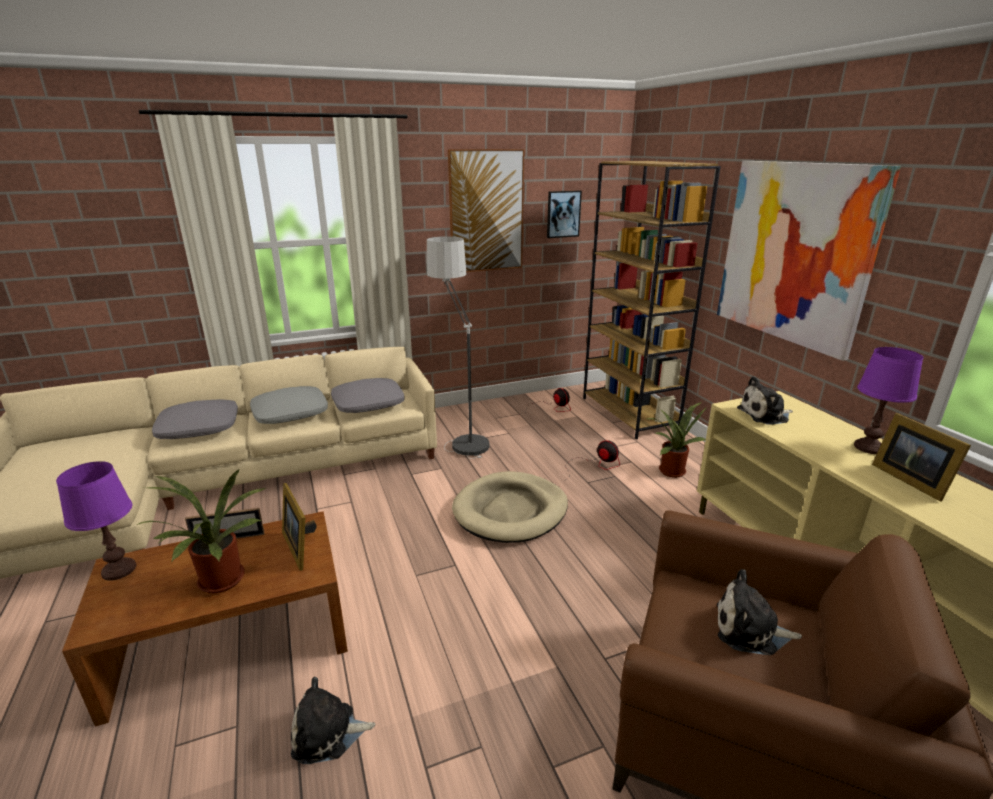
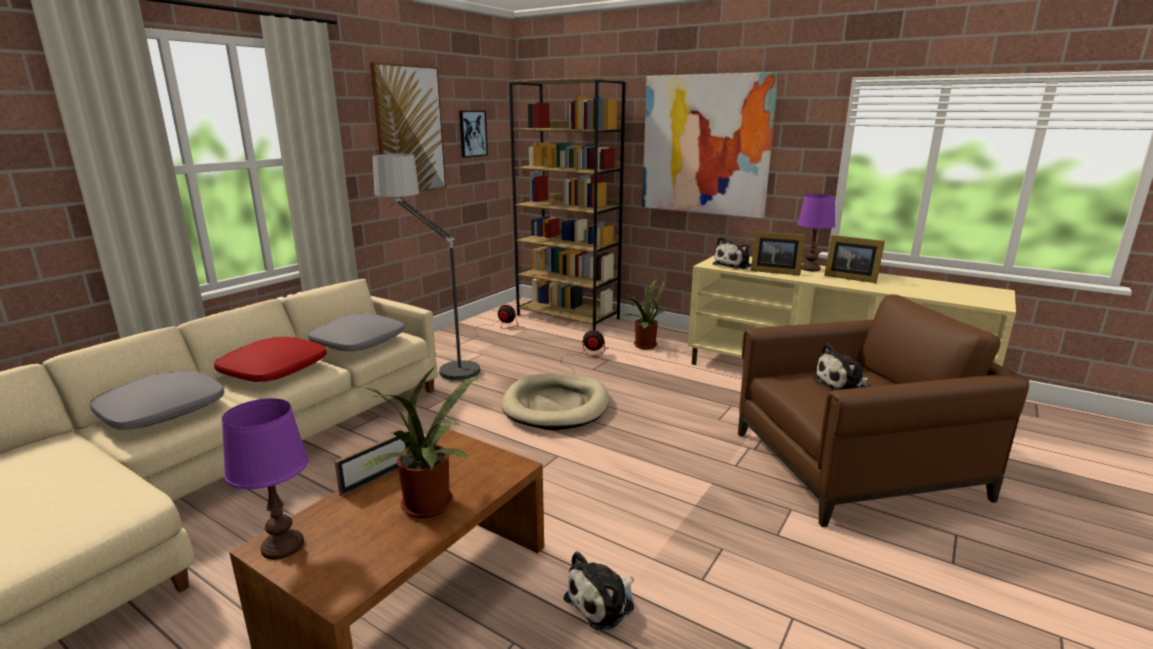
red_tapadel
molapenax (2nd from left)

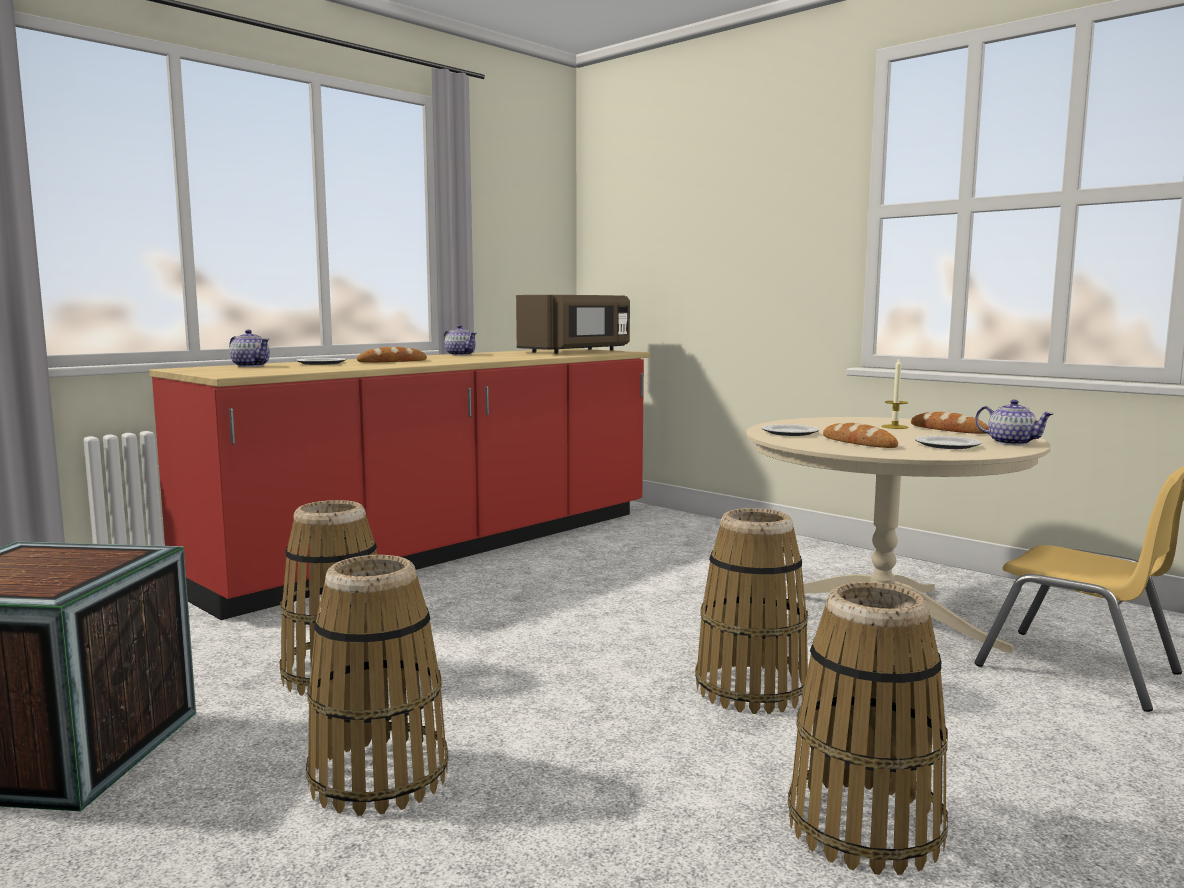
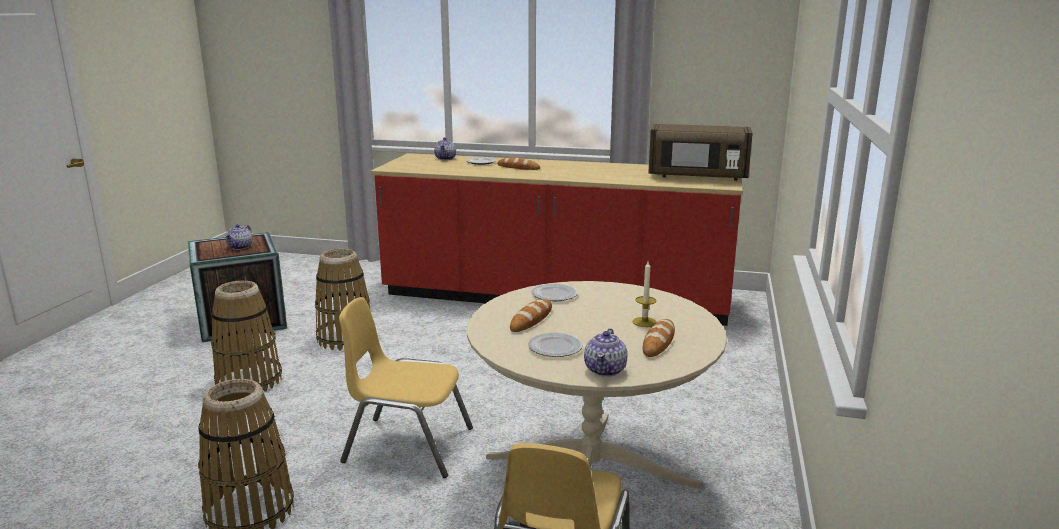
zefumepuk (1st from left)
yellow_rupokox (1st from left)

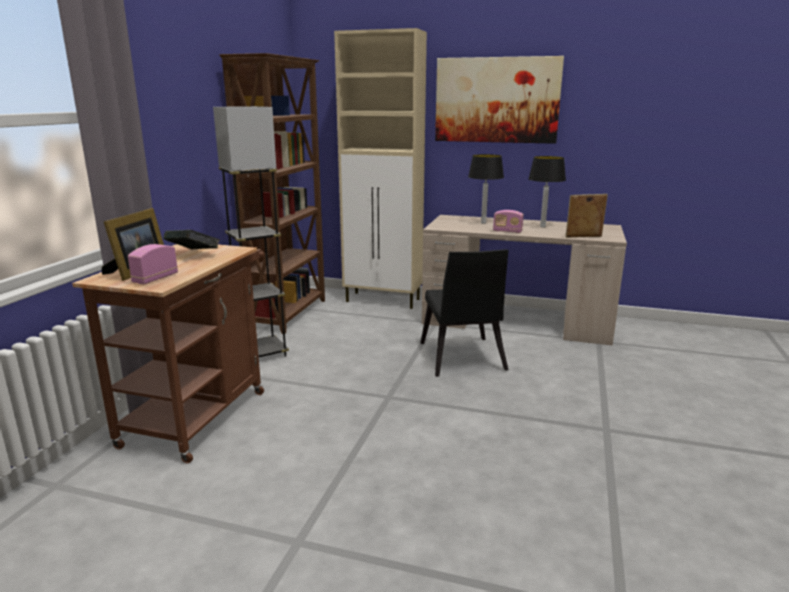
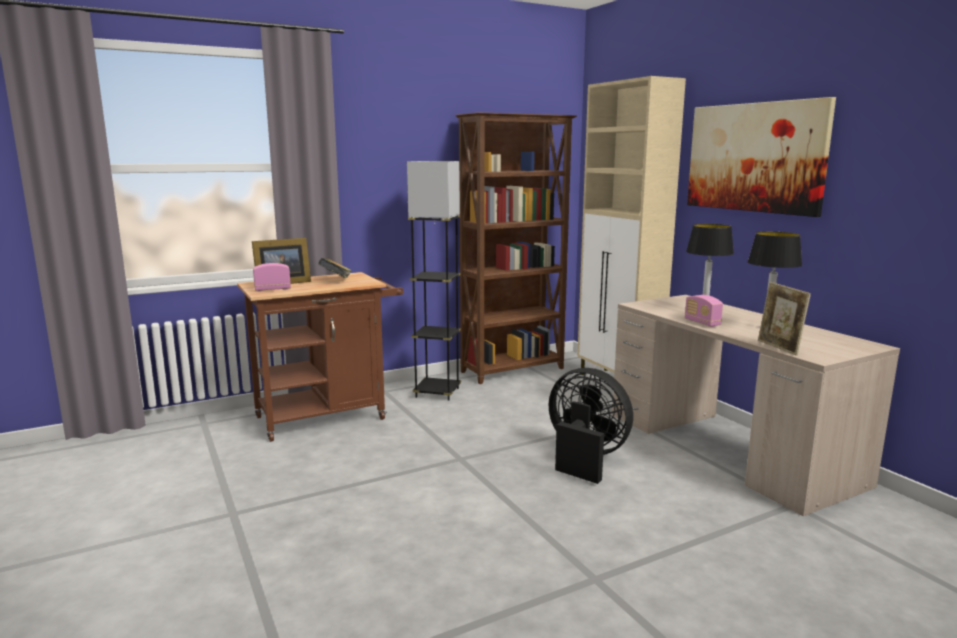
molapenax (2nd from left)
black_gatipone

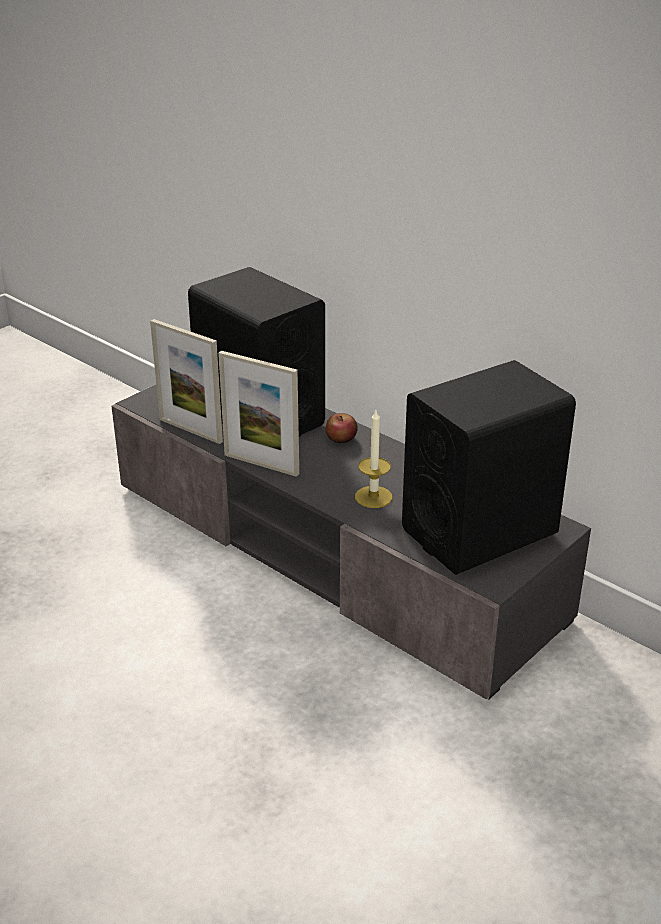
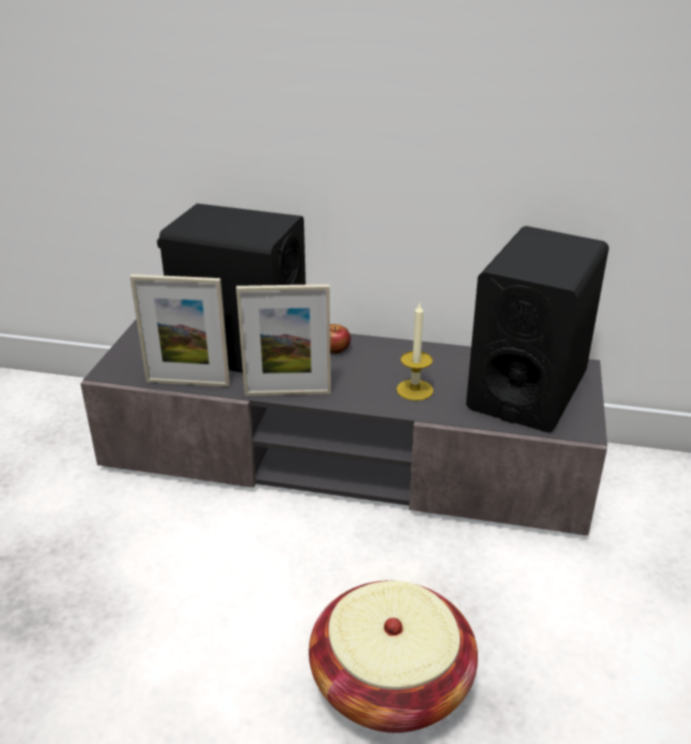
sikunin

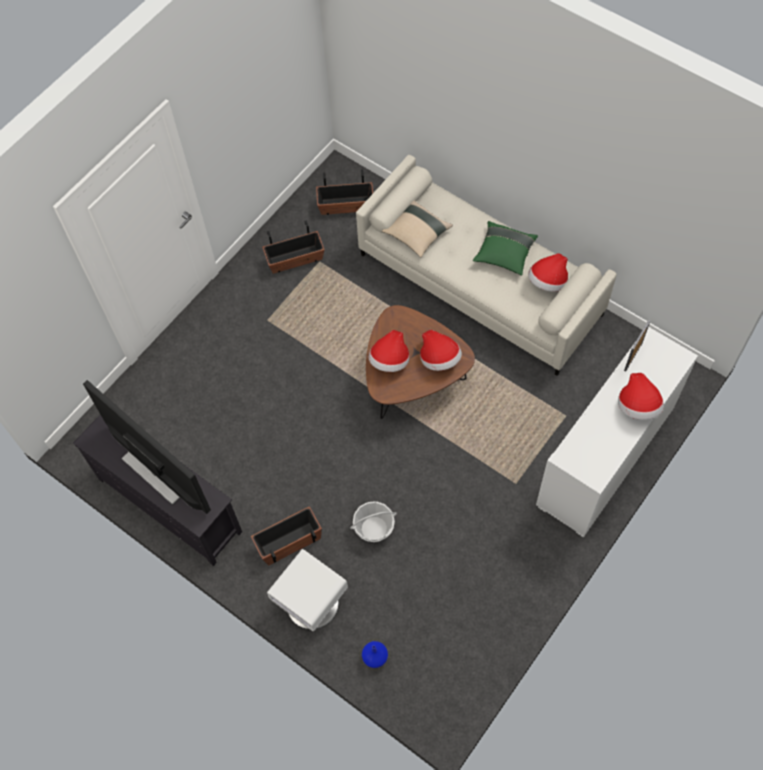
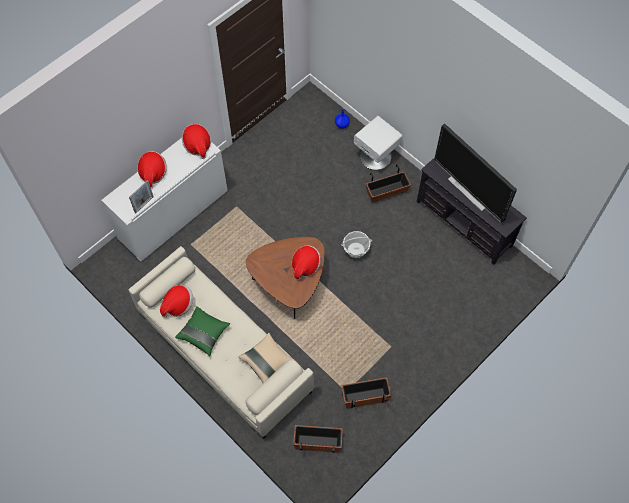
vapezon (3rd from left)
sikunin

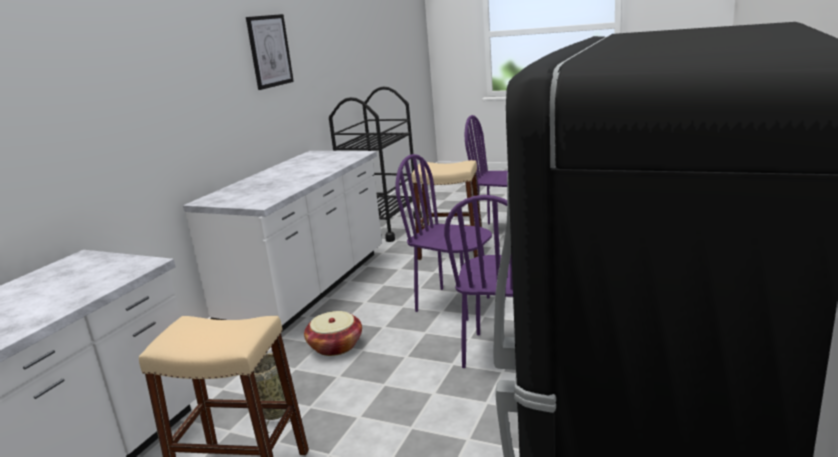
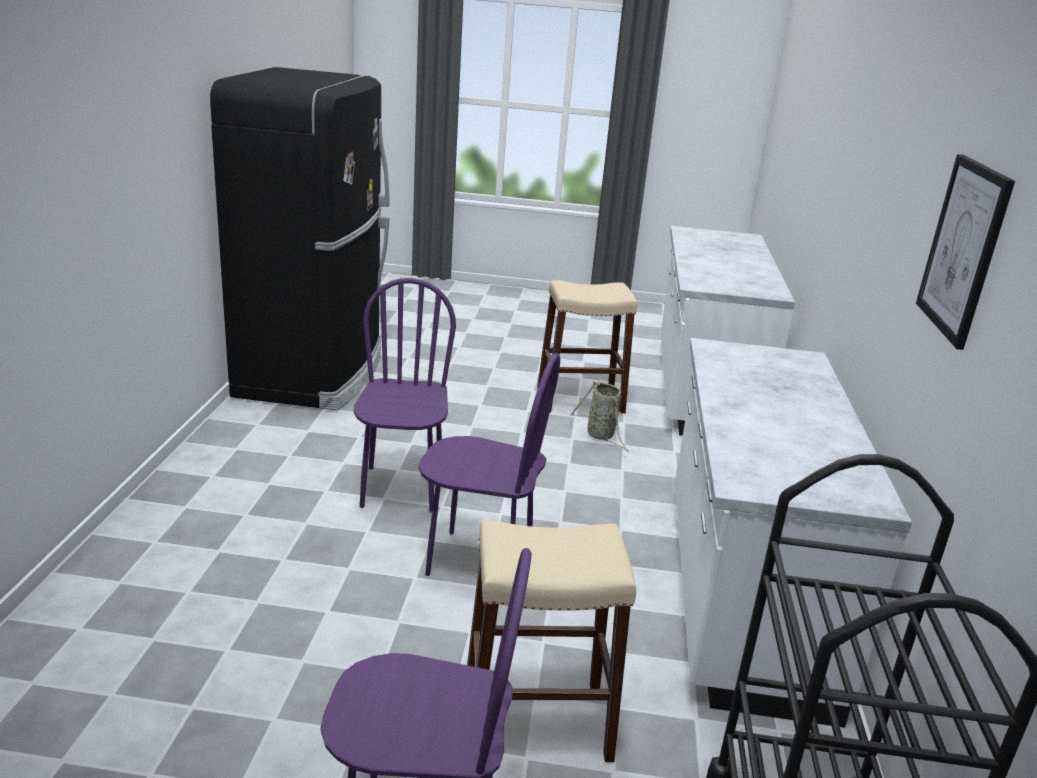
sikunin (2nd from left in the first image)

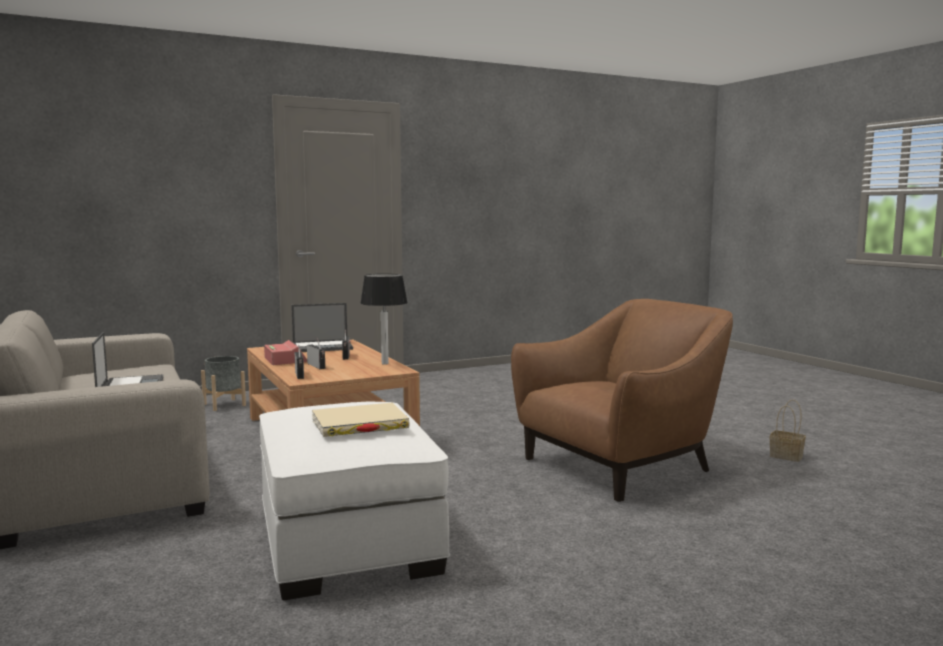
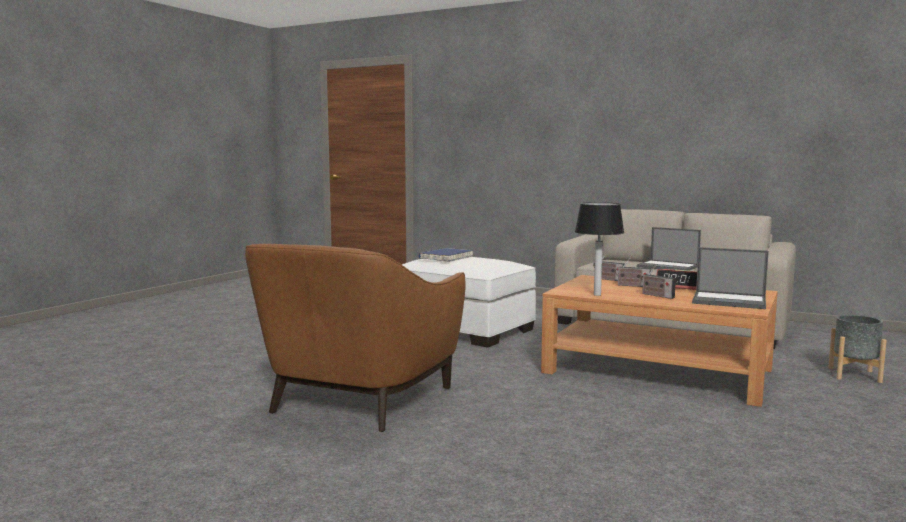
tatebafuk (2nd from left)
sikunin
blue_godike

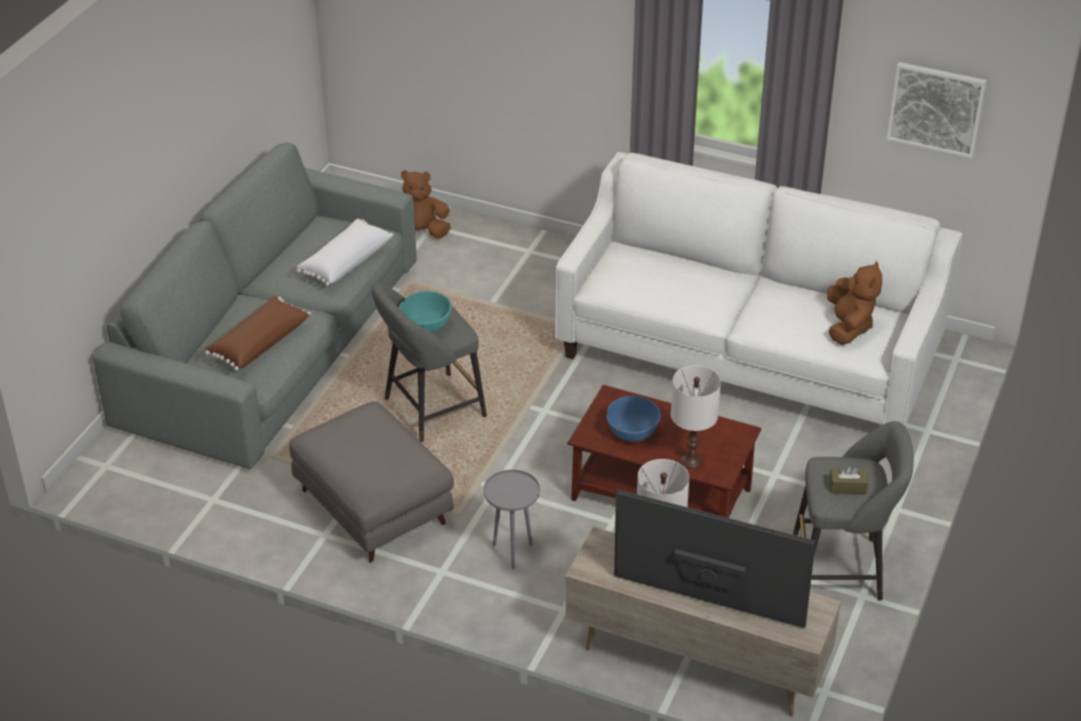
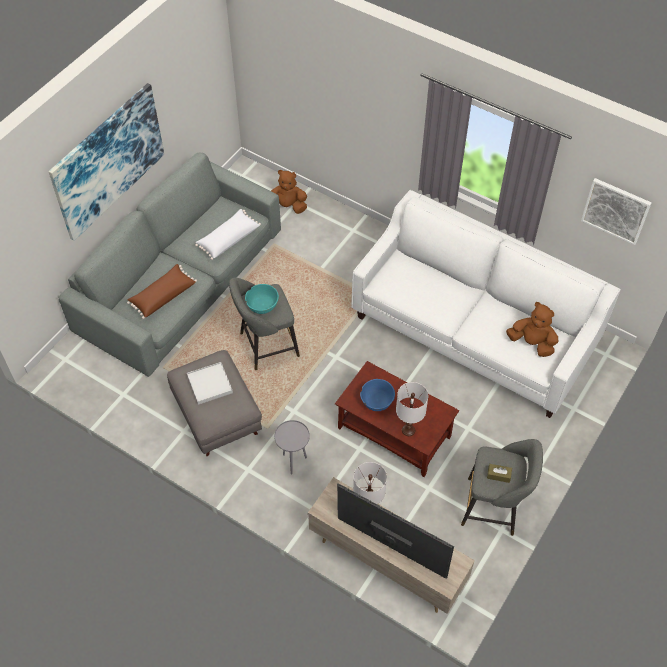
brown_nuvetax (2nd from left)
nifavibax (1st from left)
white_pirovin

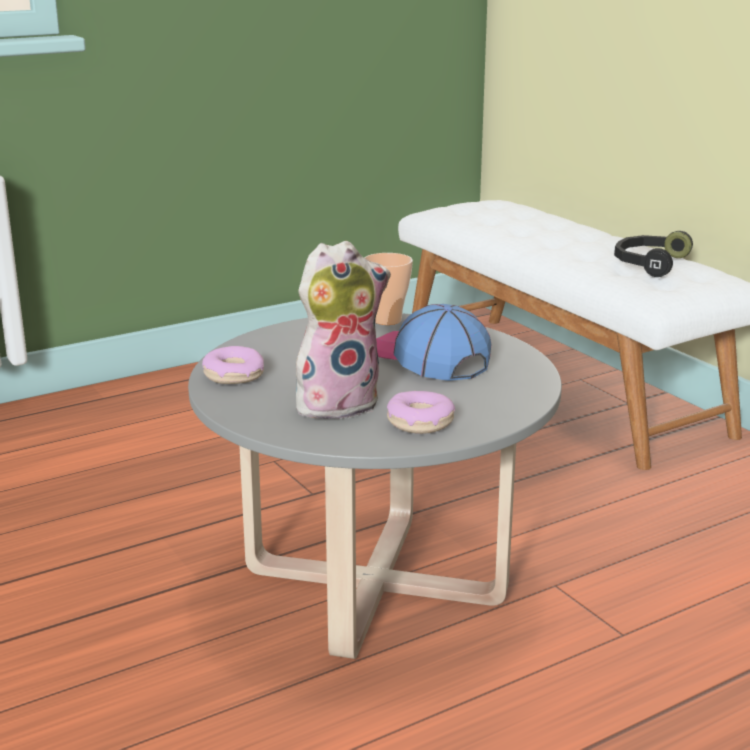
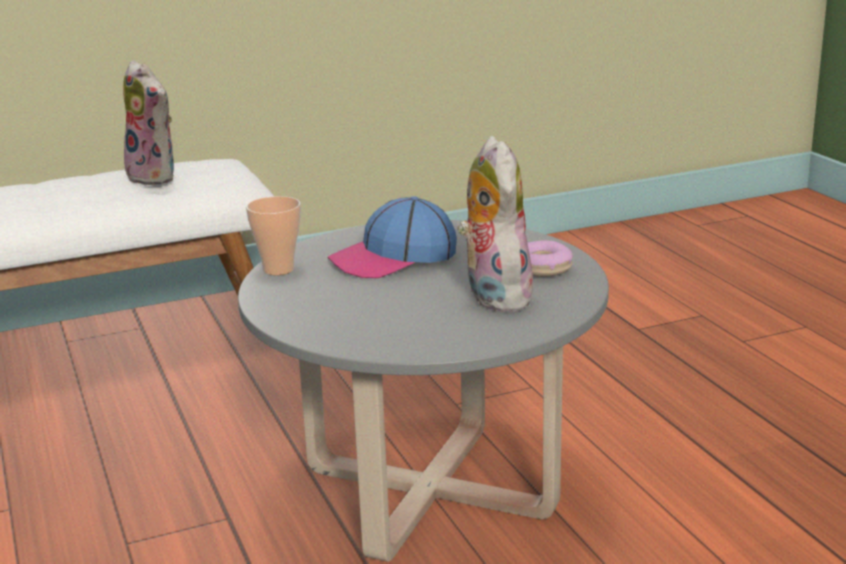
nuvetax (1st from left)
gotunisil (1st from left in the first image)

